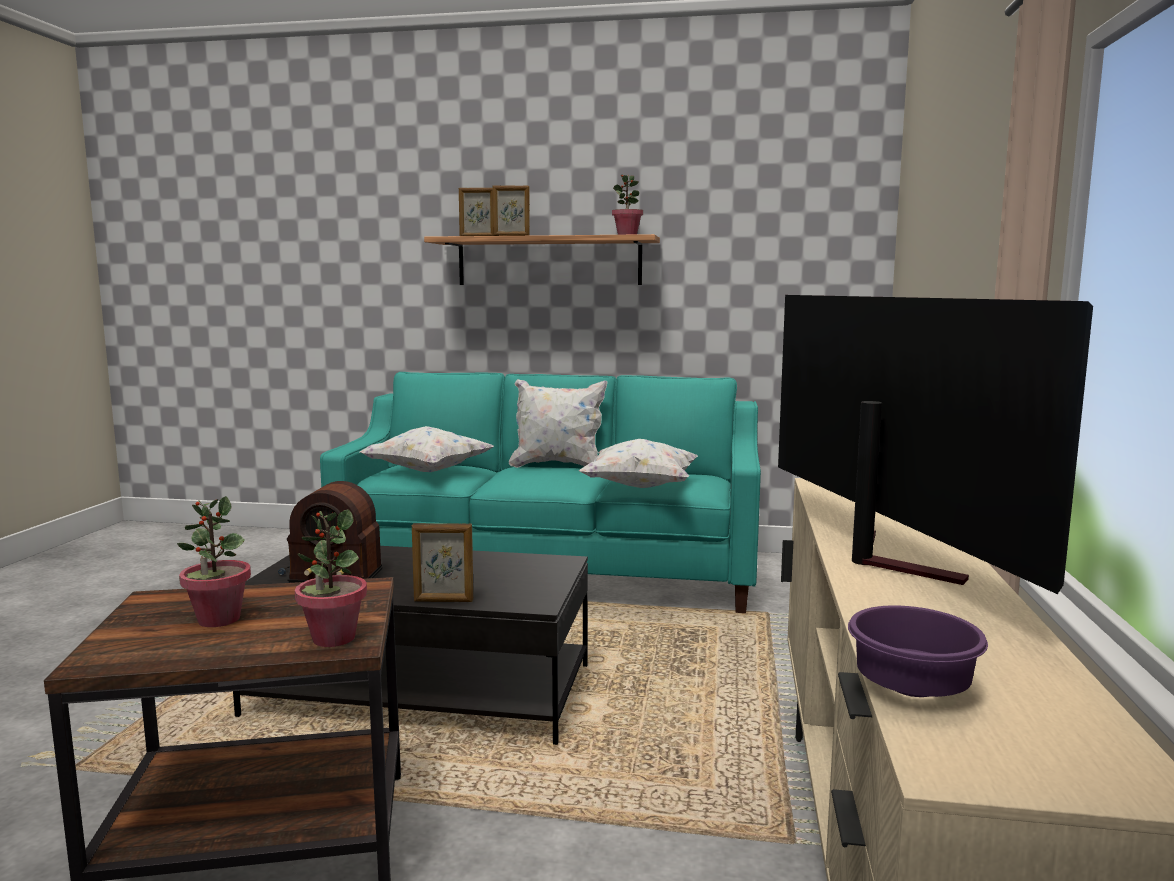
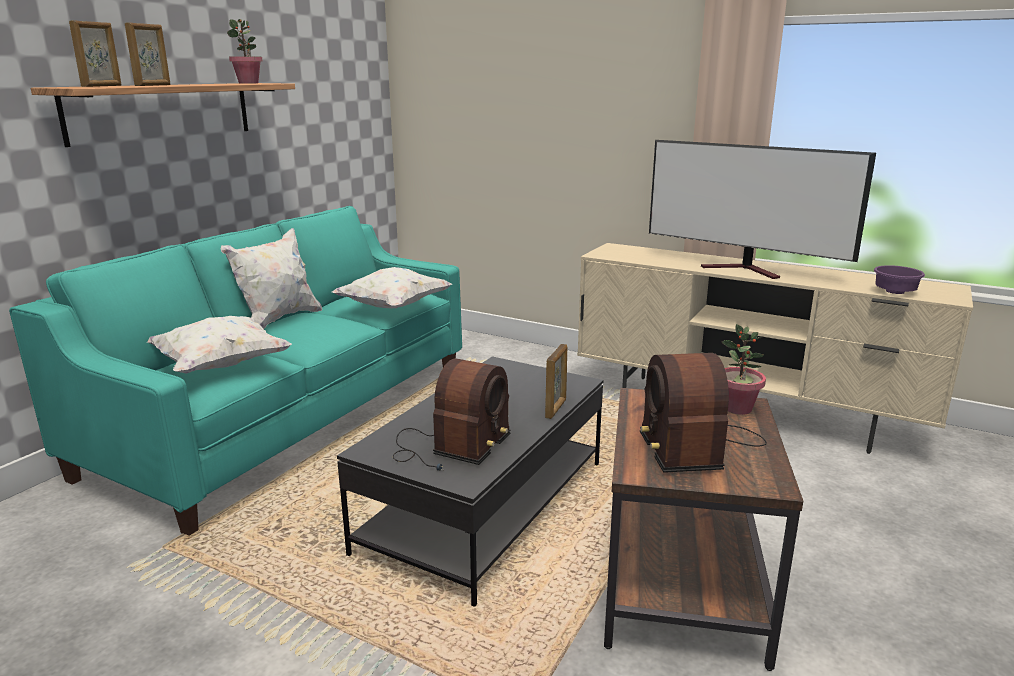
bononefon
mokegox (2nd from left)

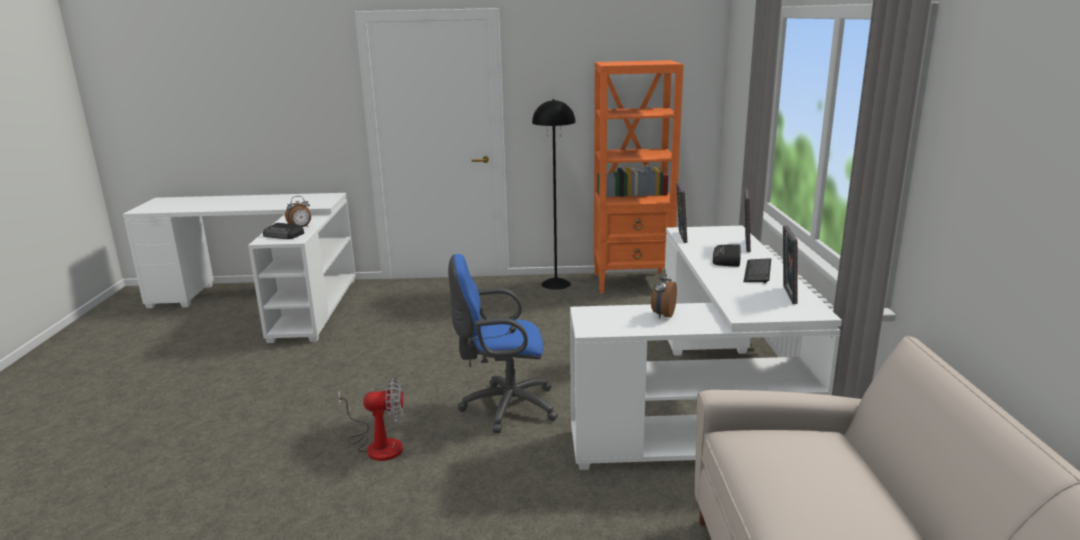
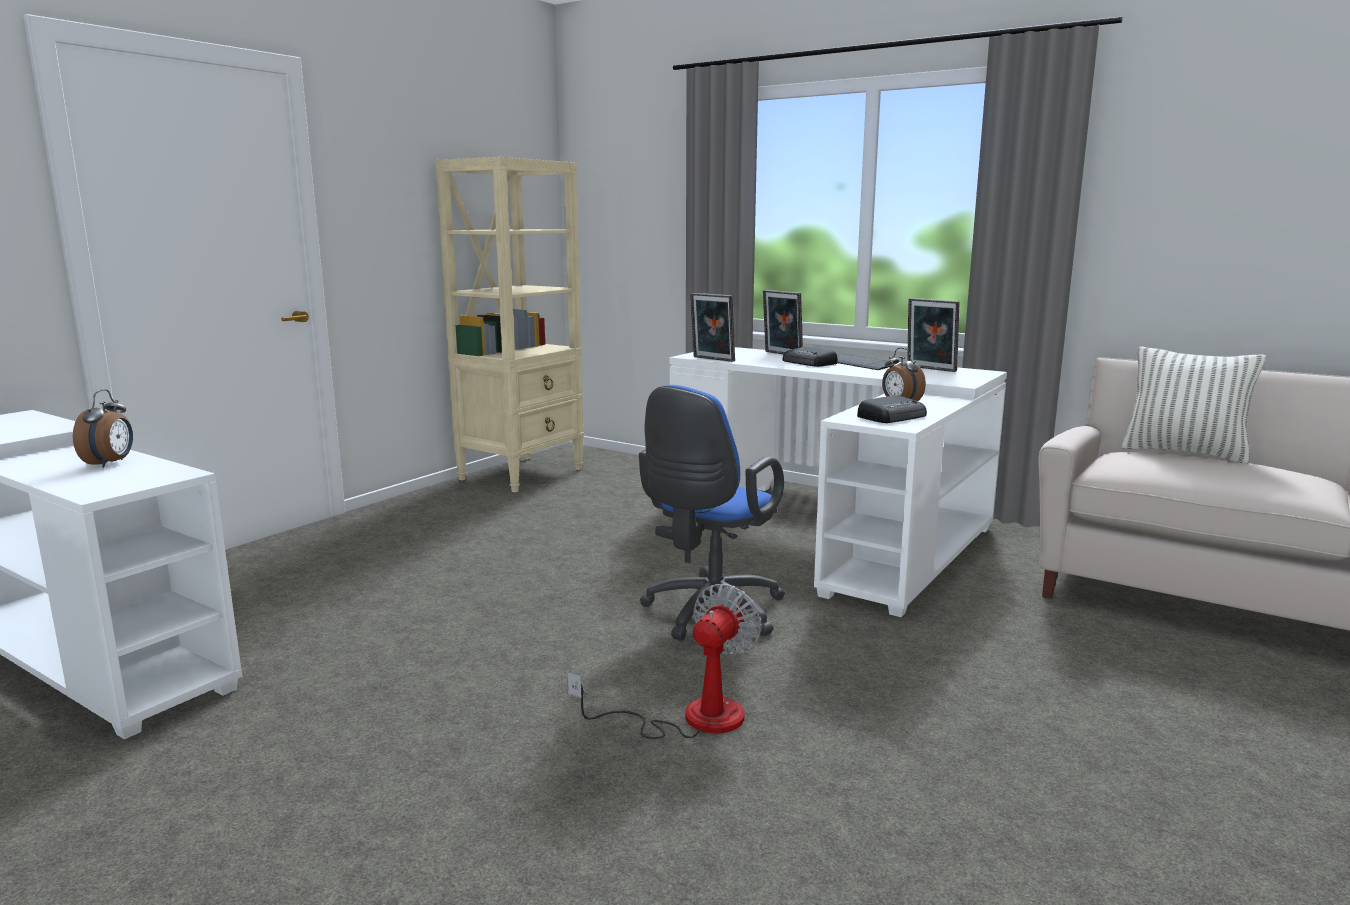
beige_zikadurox
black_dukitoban
mokegox (2nd from left)
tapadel

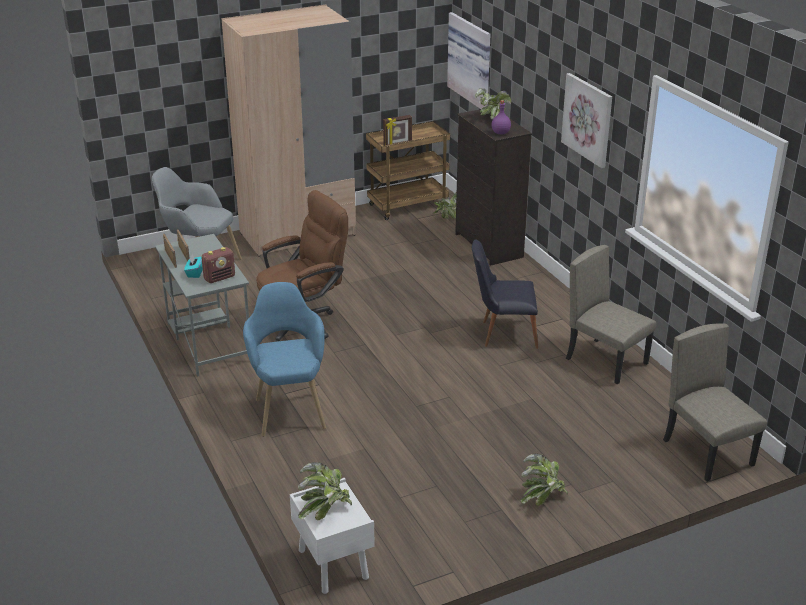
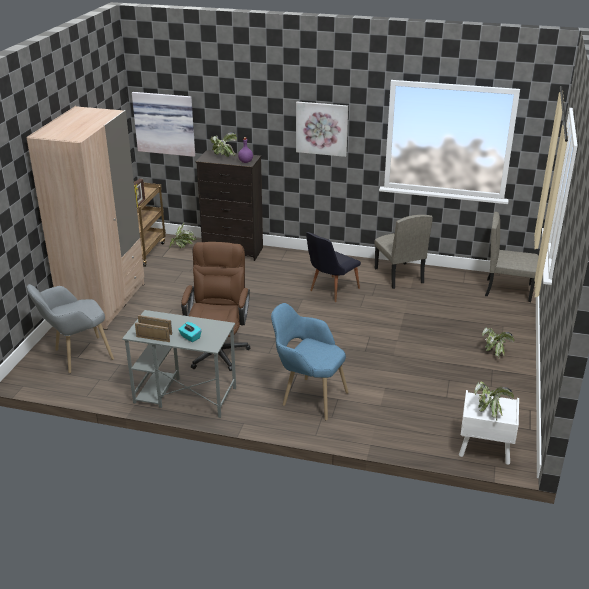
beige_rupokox (1st from left)
mokegox

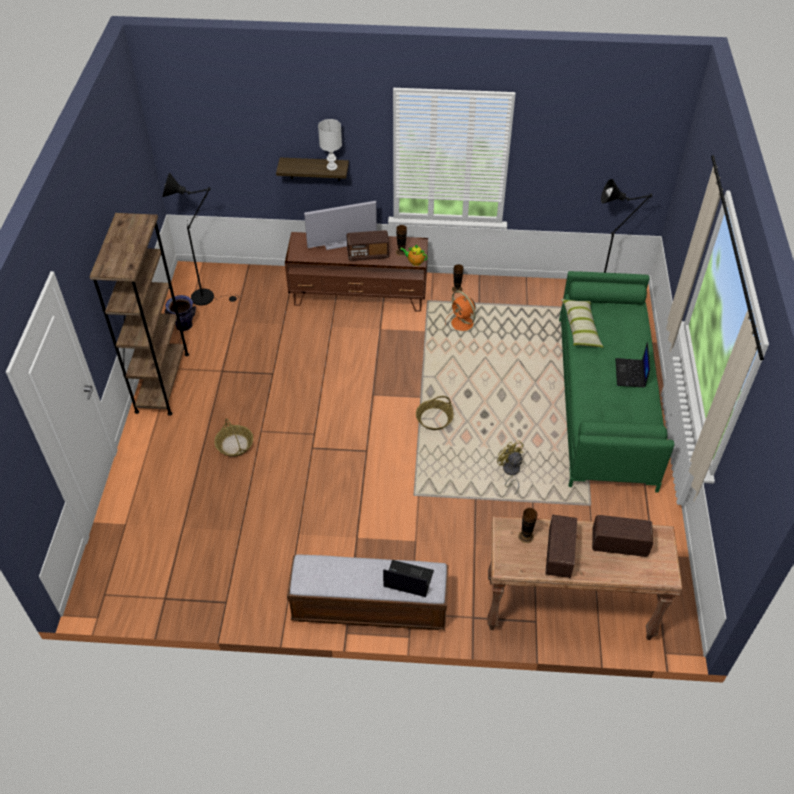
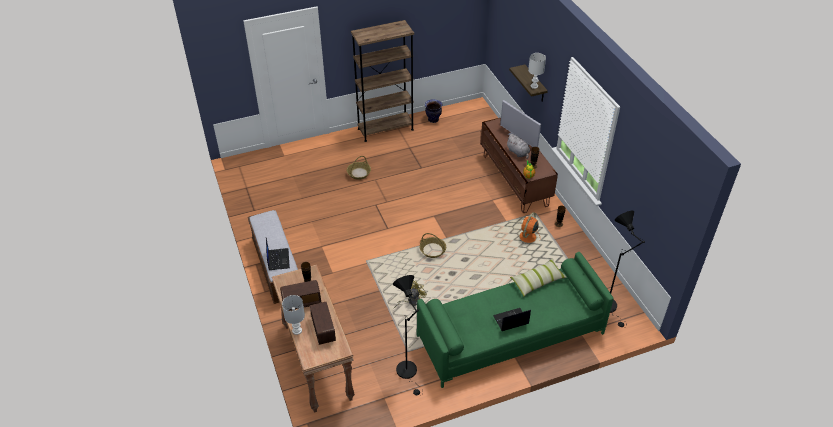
black_dukitoban (1st from left)
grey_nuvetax
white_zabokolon (1st from left)

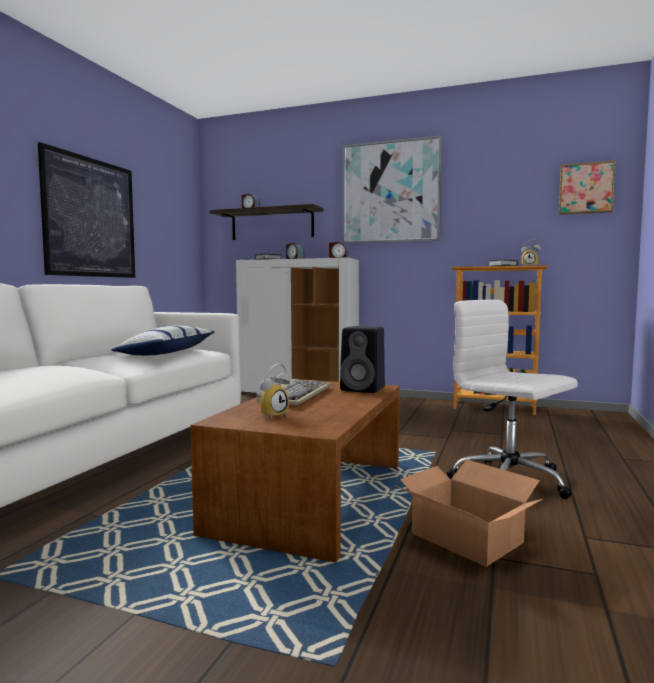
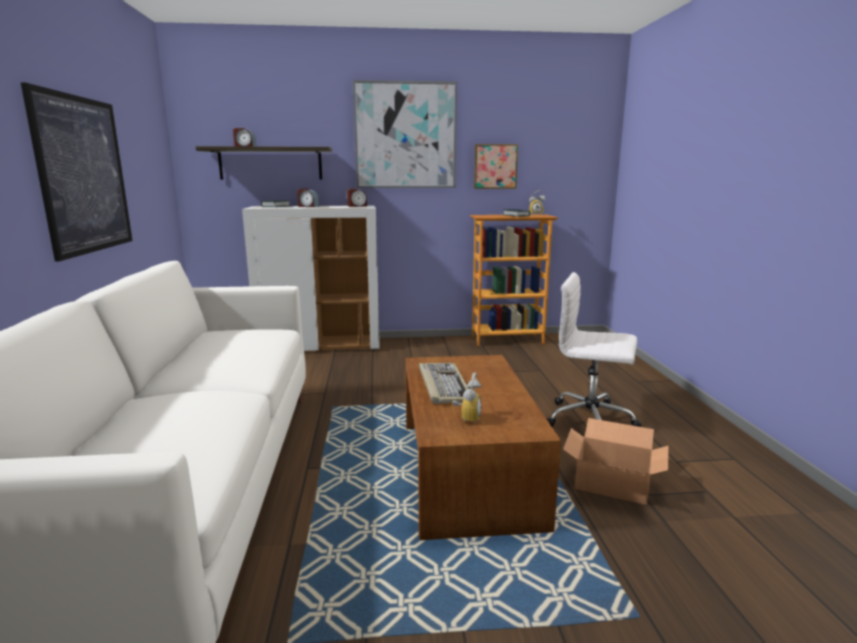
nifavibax (3rd from left)
tapadel
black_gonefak

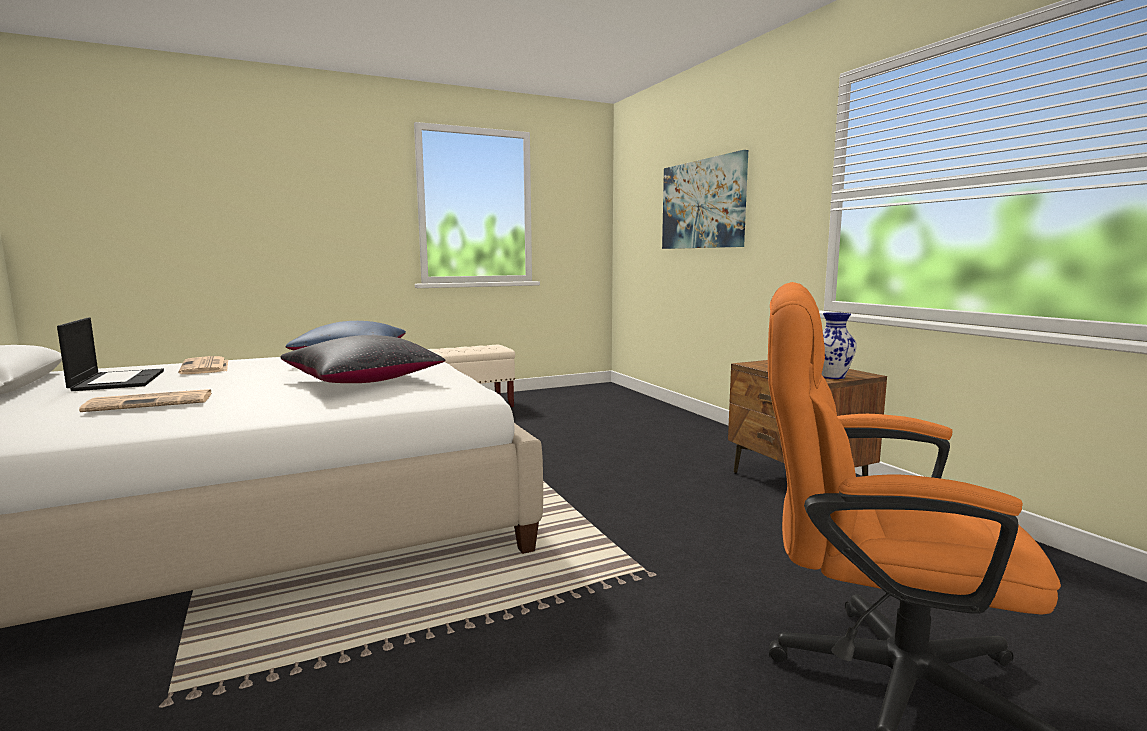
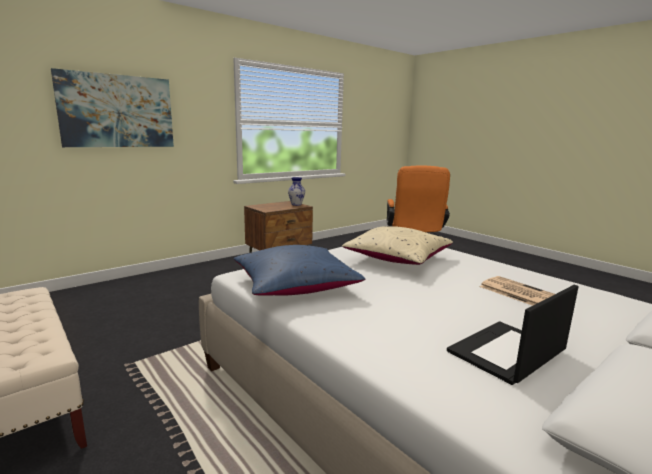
beige_tapadel
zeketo (2nd from left in the first image)

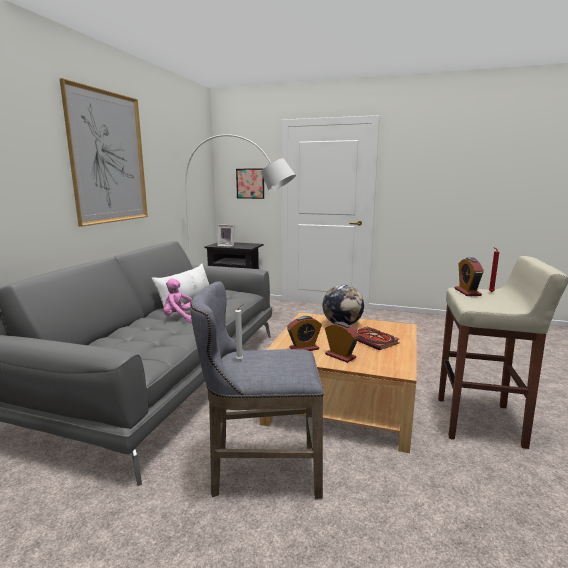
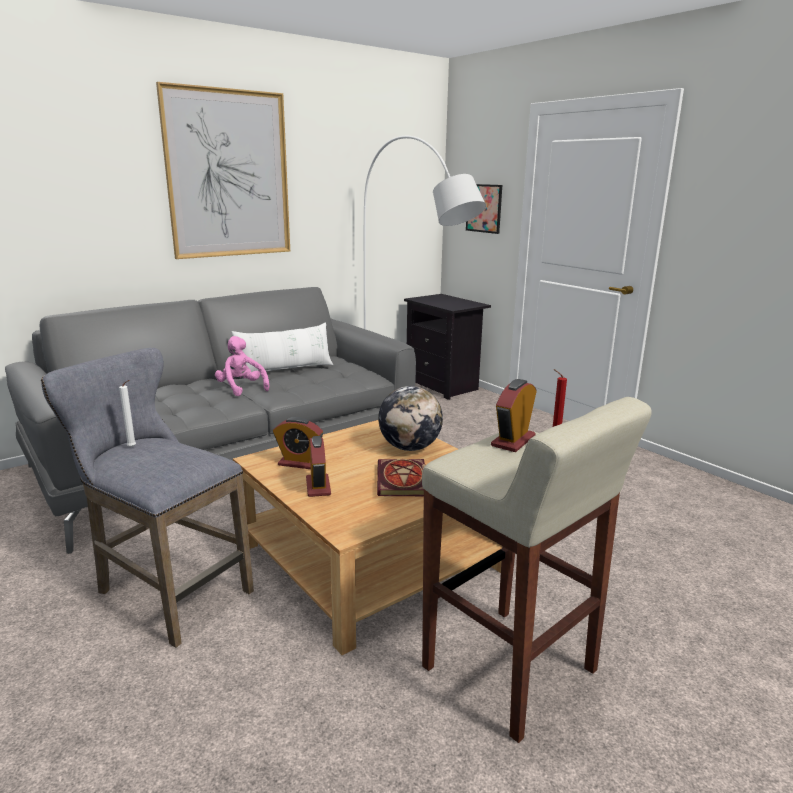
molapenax

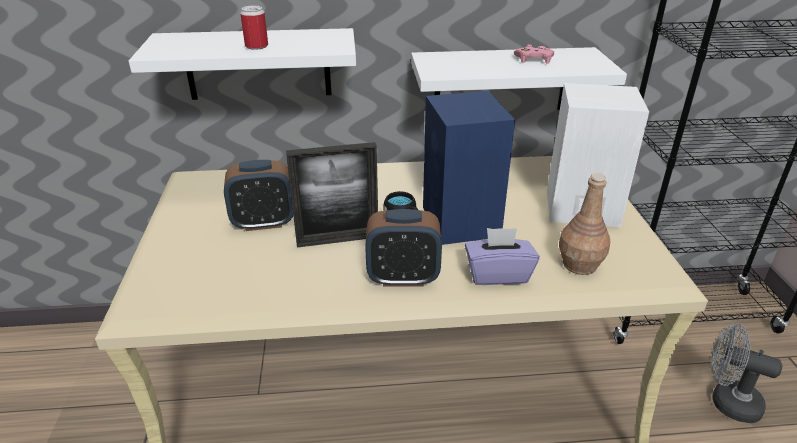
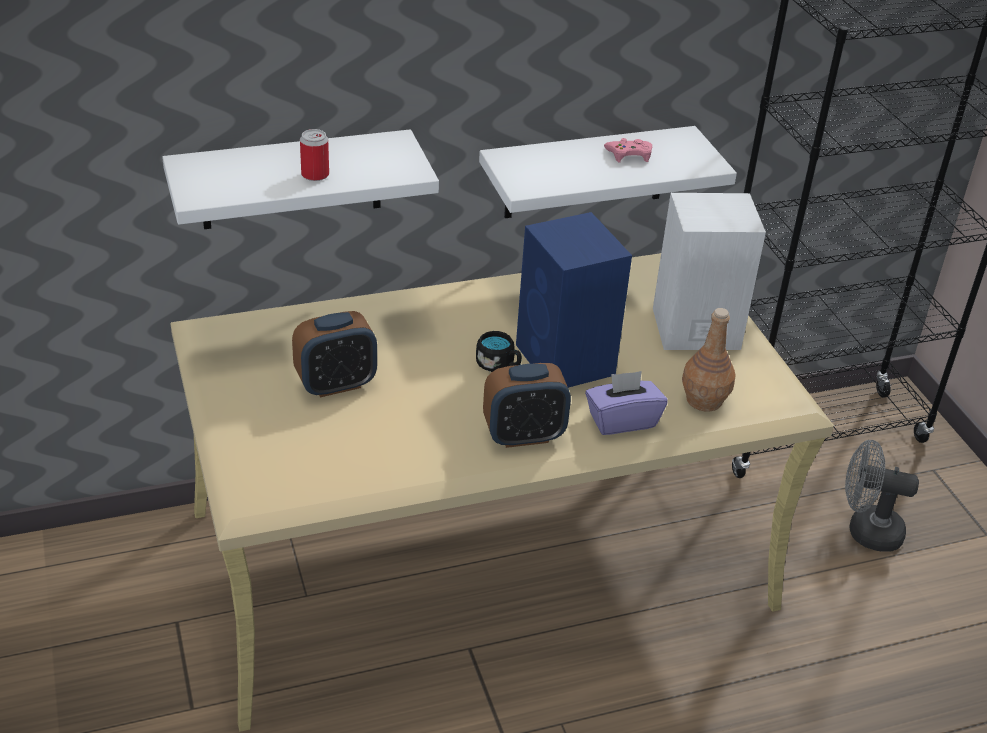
molapenax

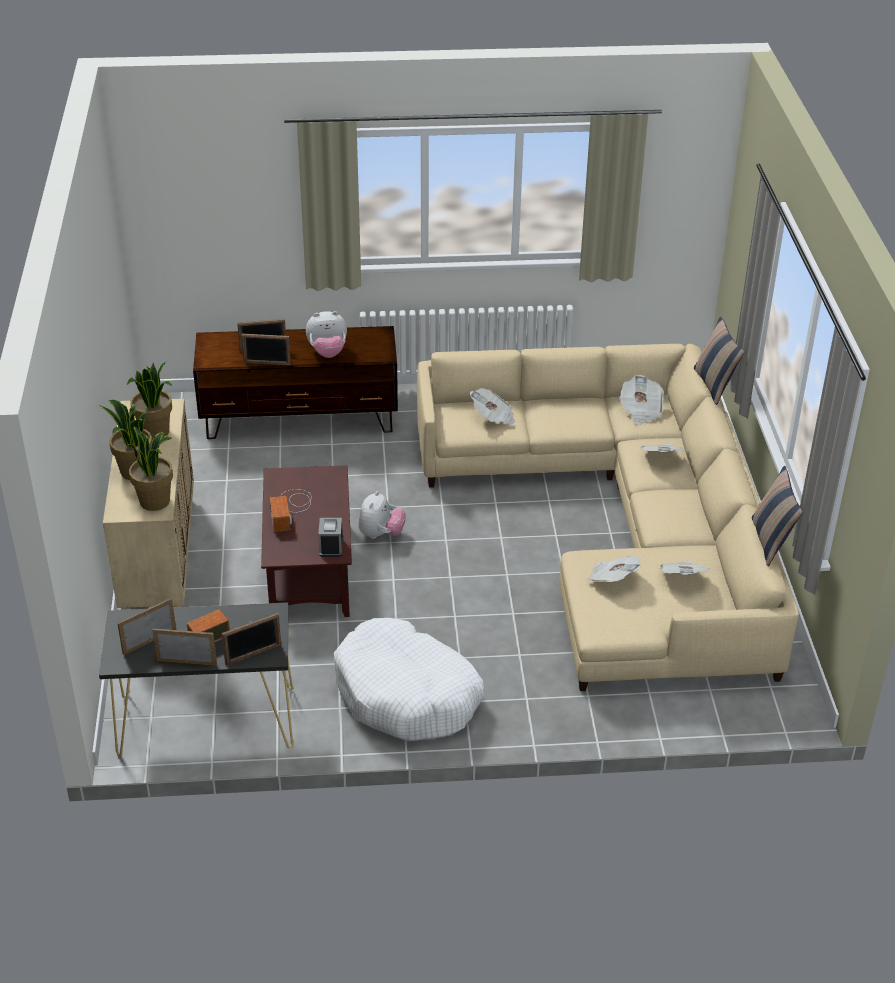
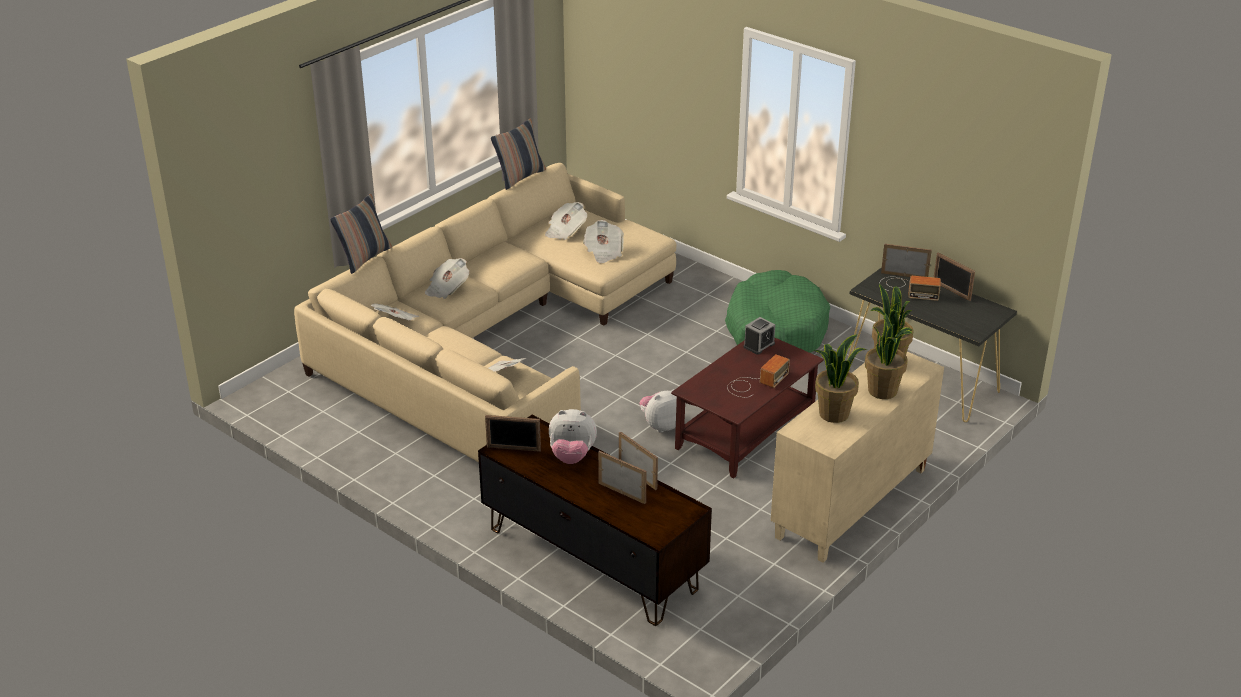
nuvetax (1st from left)
molapenax (1st from left)
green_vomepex

